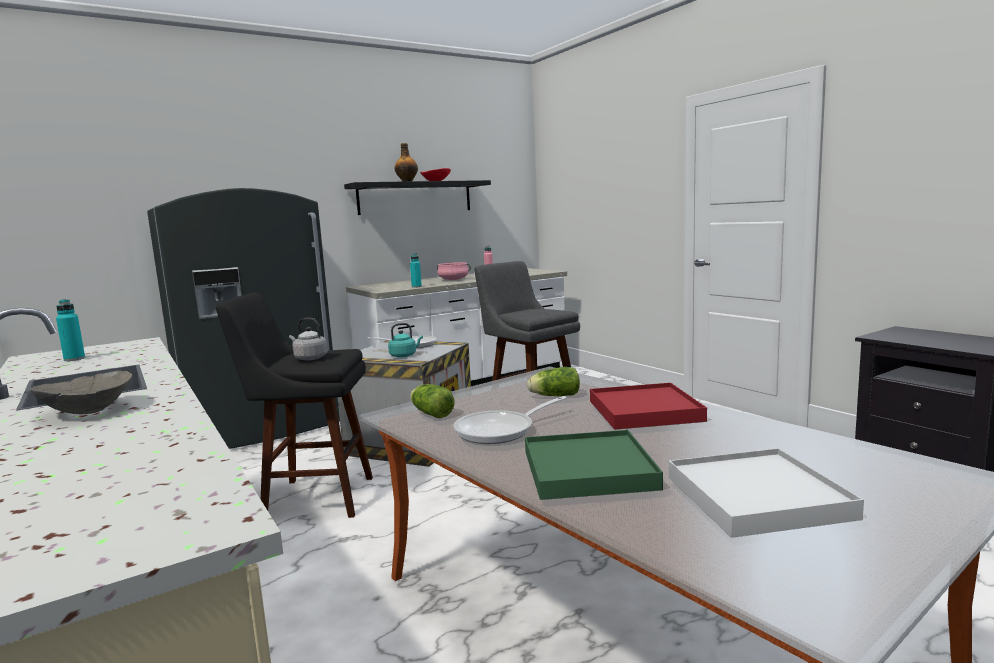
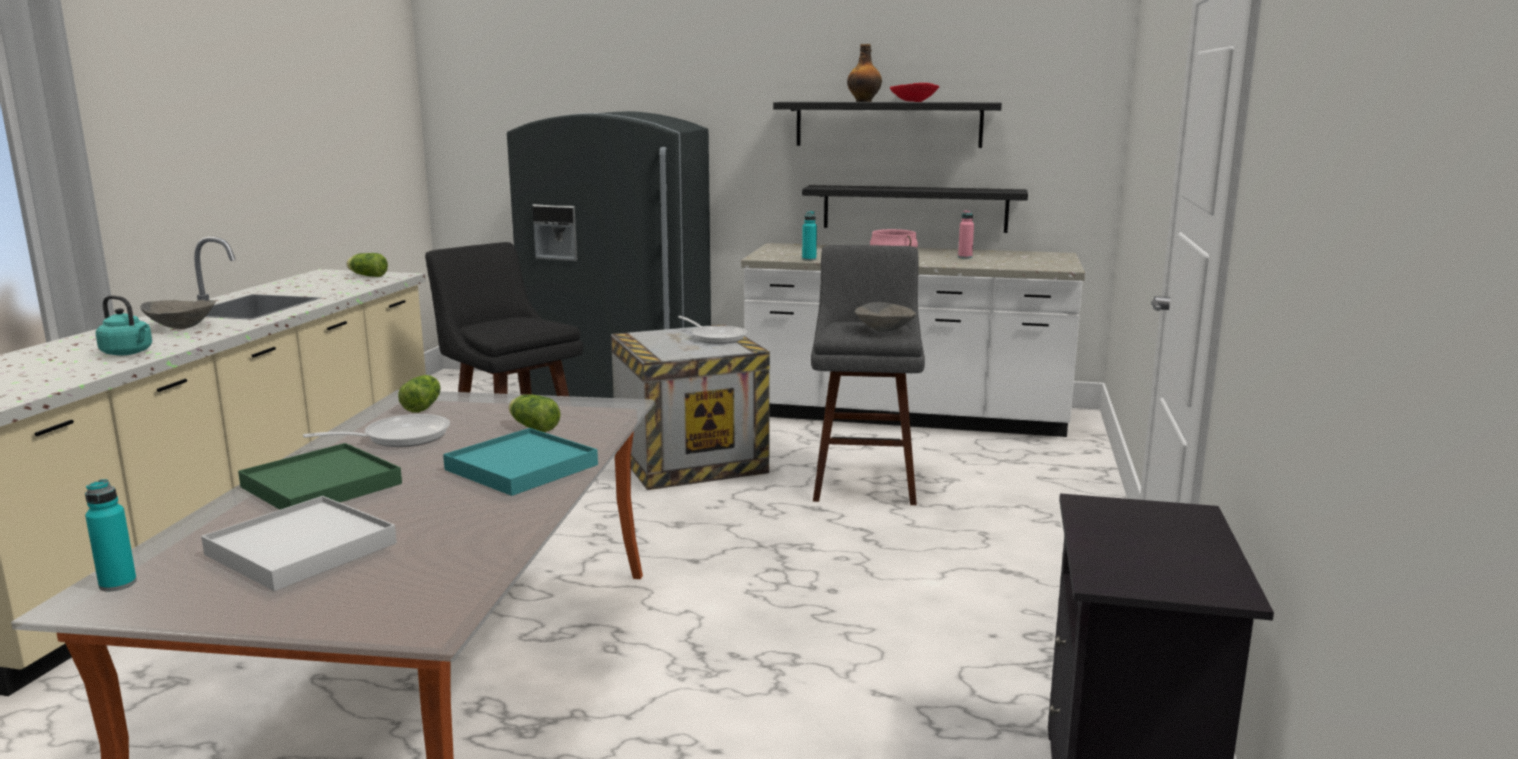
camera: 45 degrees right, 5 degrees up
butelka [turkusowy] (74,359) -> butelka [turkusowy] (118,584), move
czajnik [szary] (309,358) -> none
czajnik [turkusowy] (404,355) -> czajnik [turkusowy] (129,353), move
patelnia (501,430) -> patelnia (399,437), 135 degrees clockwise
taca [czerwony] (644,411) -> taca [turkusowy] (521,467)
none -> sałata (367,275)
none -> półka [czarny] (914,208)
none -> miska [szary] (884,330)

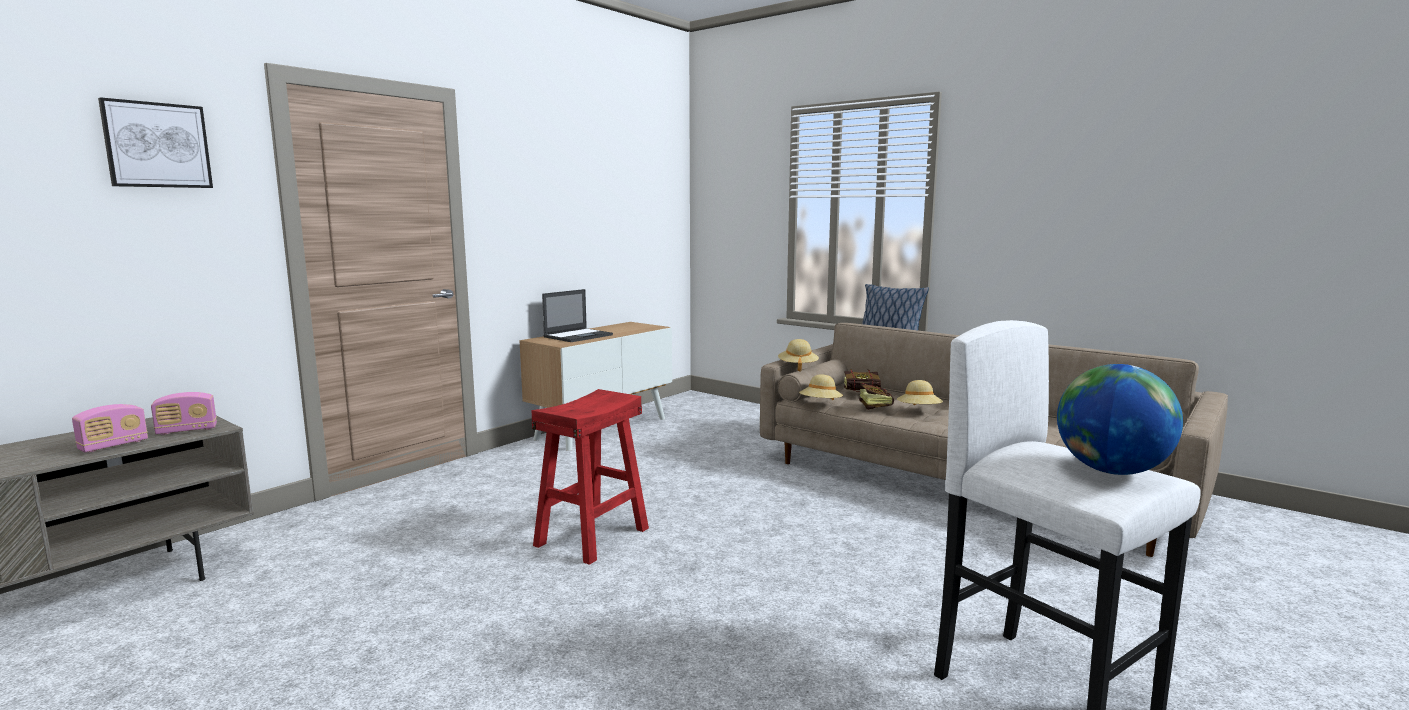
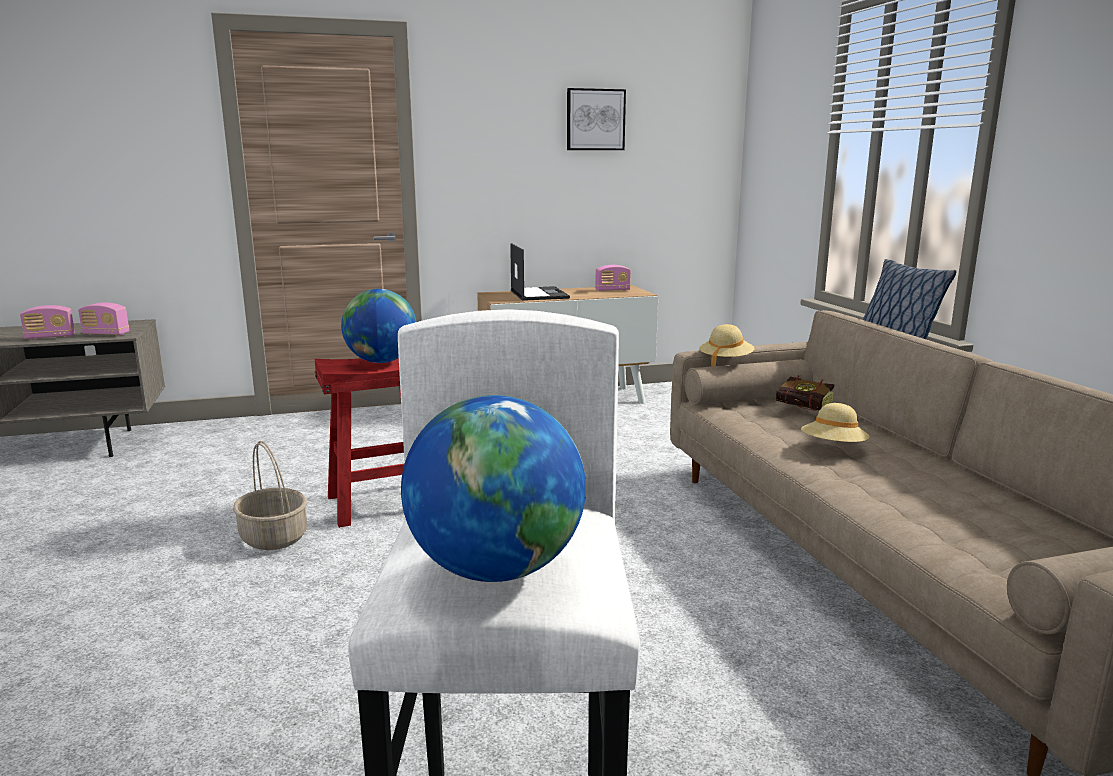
camera: 35 degrees right, 5 degrees up
obraz (157,145) -> obraz (595,120), move
laptop (579,336) -> laptop (538,294), 90 degrees counterclockwise
kapelusz [beżowy] (820,404) -> none
książka (874,407) -> none
none -> koszyk (275,538)
none -> globus (381,362)
none -> radio (612,290)

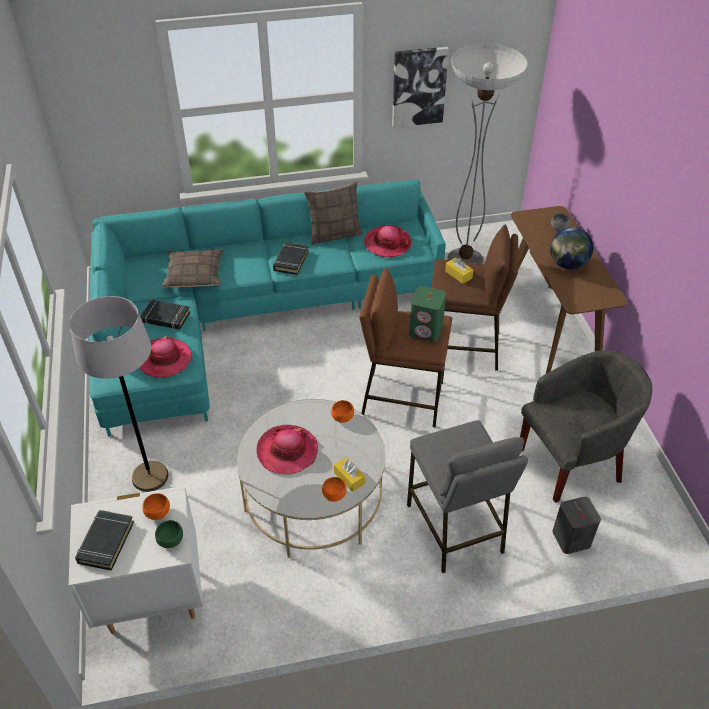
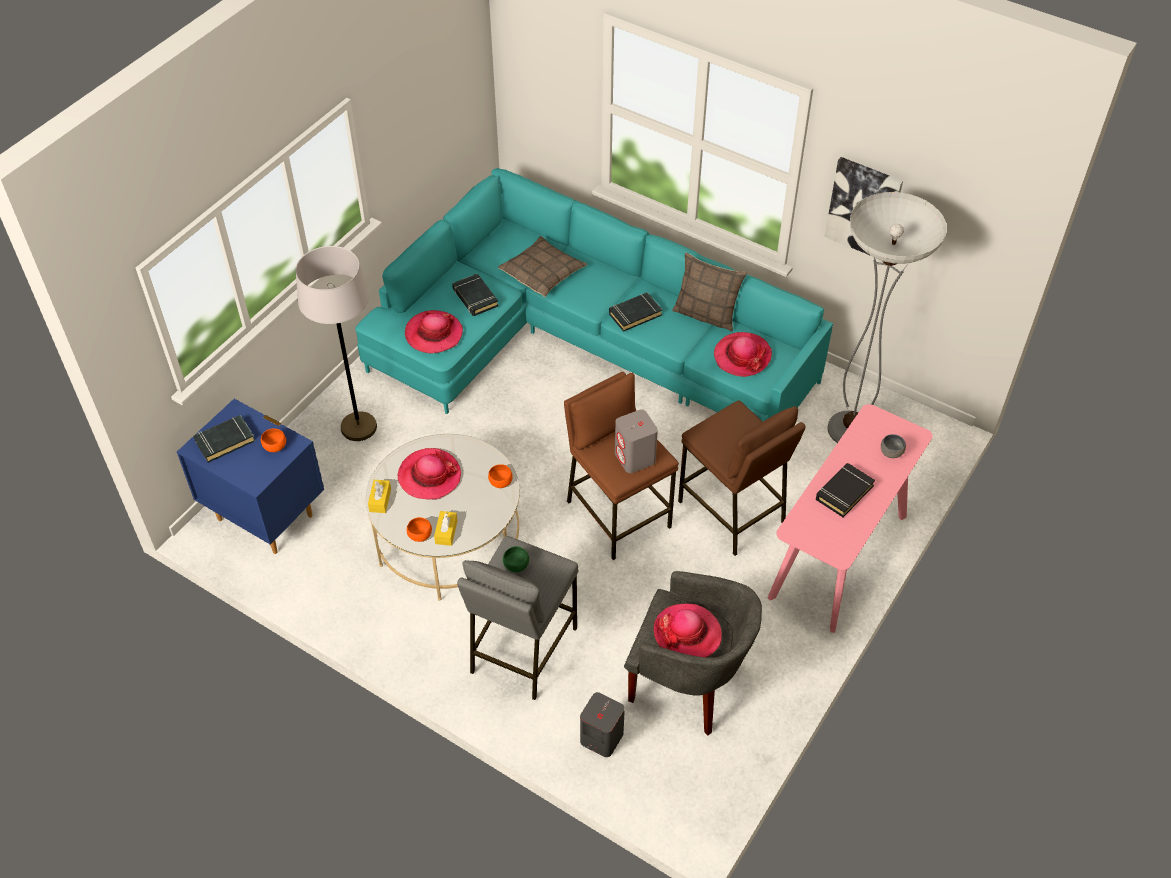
camera: 45 degrees right, 5 degrees up
szafka nocna [biały] (152,597) -> szafka nocna [niebieski] (266,516)
miska [zielony] (170,541) -> miska [zielony] (515,566), move
głośnik [zielony] (426,331) -> głośnik [szary] (635,458)
pudełko chusteczek [żółty] (458,274) -> pudełko chusteczek [żółty] (380,500), move
stolik konsolowy [brązowy] (549,329) -> stolik konsolowy [różowy] (839,557)
globus (567,265) -> książka [czarny] (844,492)
none -> kapelusz (687,633)

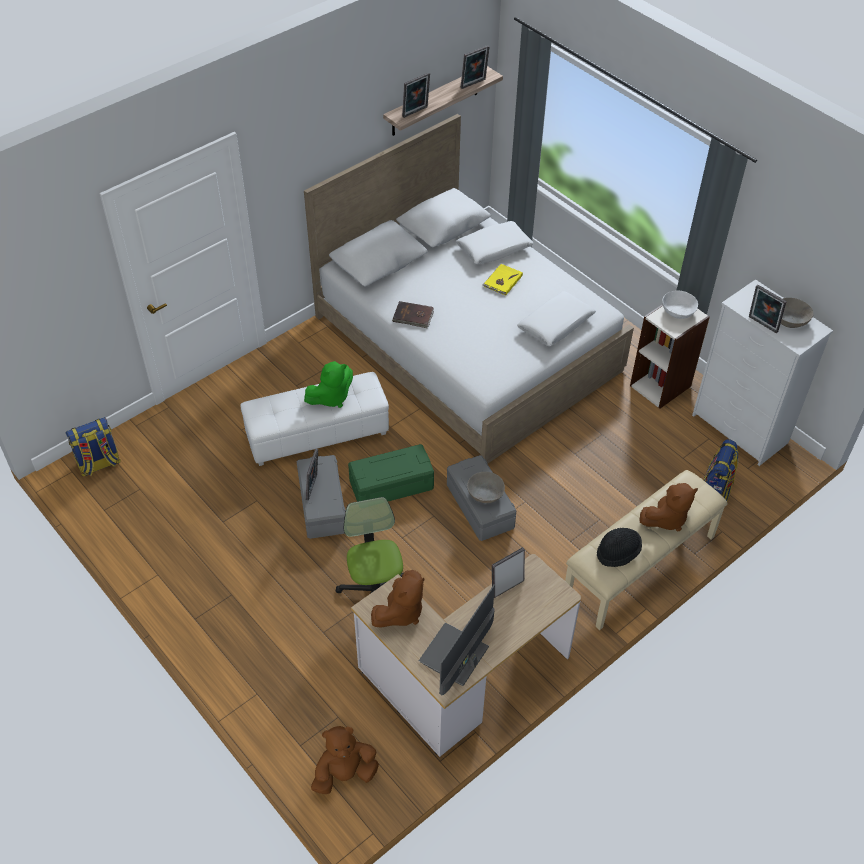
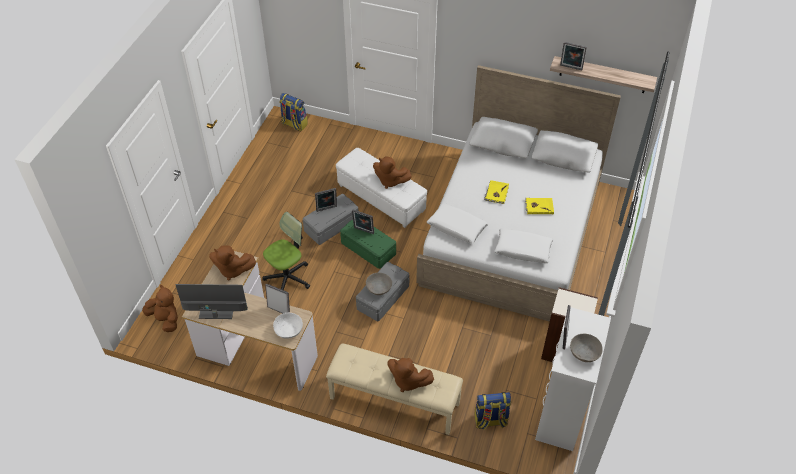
camera: 60 degrees right, 0 degrees up
pluszak [zielony] (331,397) -> pluszak [brązowy] (390,181)
książka [brązowy] (413,316) -> none
poduszka [biały] (494,249) -> poduszka [biały] (456,227), move
ramka na zdjęcie (474,84) -> ramka na zdjęcie (363,231), move
kapelusz [czarny] (618,552) -> none
miska [biały] (678,311) -> miska [biały] (289,330), move
none -> książka [żółty] (496,193)

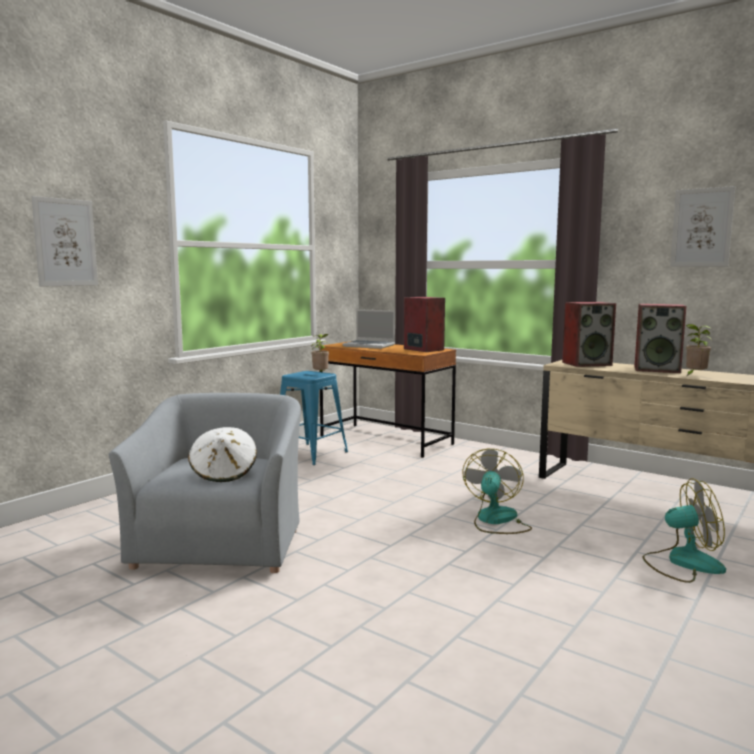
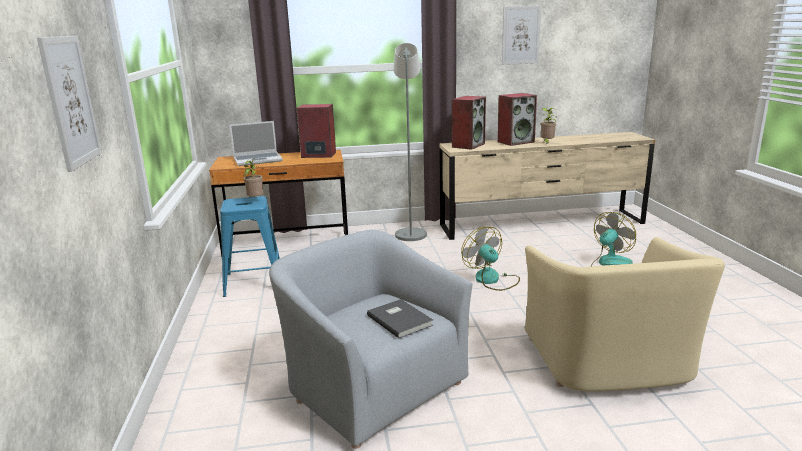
camera: 45 degrees left, 10 degrees up
kapelusz [biały] (224,474) -> książka [szary] (400,319)
none -> lampa stojąca [szary] (410,233)
none -> fotel [beżowy] (609,361)

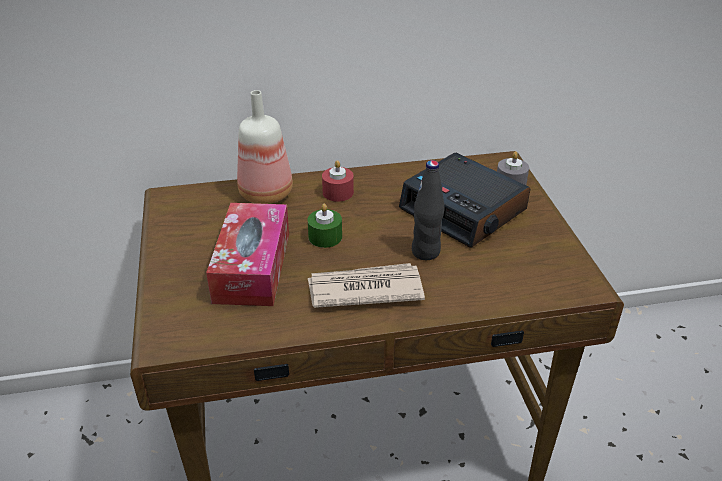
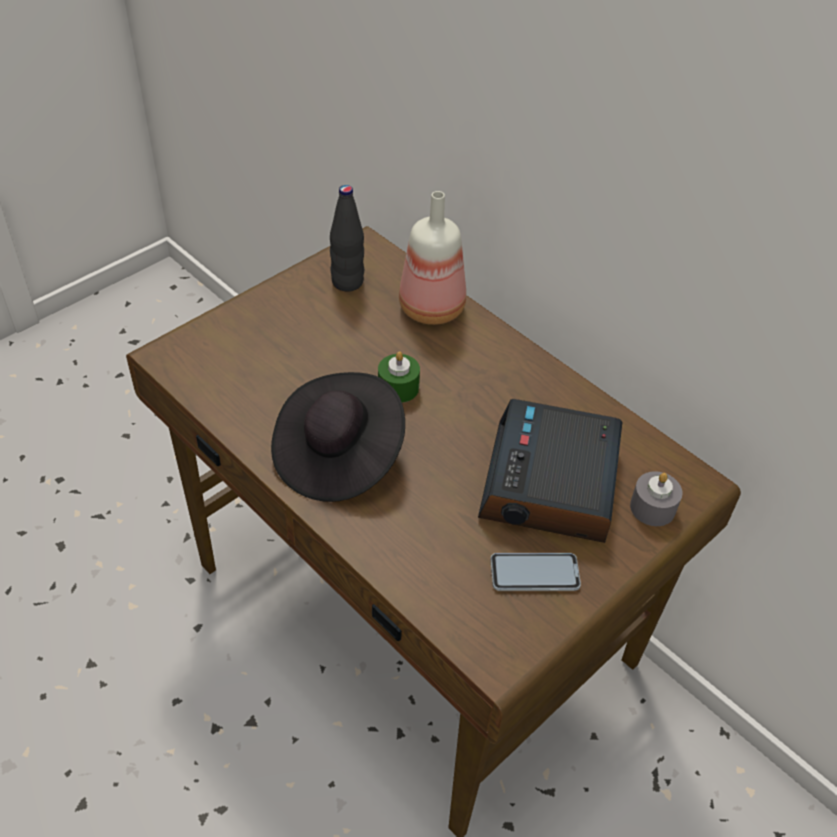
camera: 55 degrees right, 10 degrees up
pudełko chusteczek (252,267) -> none
gazeta (364,289) -> kapelusz [czarny] (338,456)
świeca [czerwony] (338,192) -> none
butelka [czarny] (426,252) -> butelka [czarny] (347,282), move
none -> telefon (534,573)

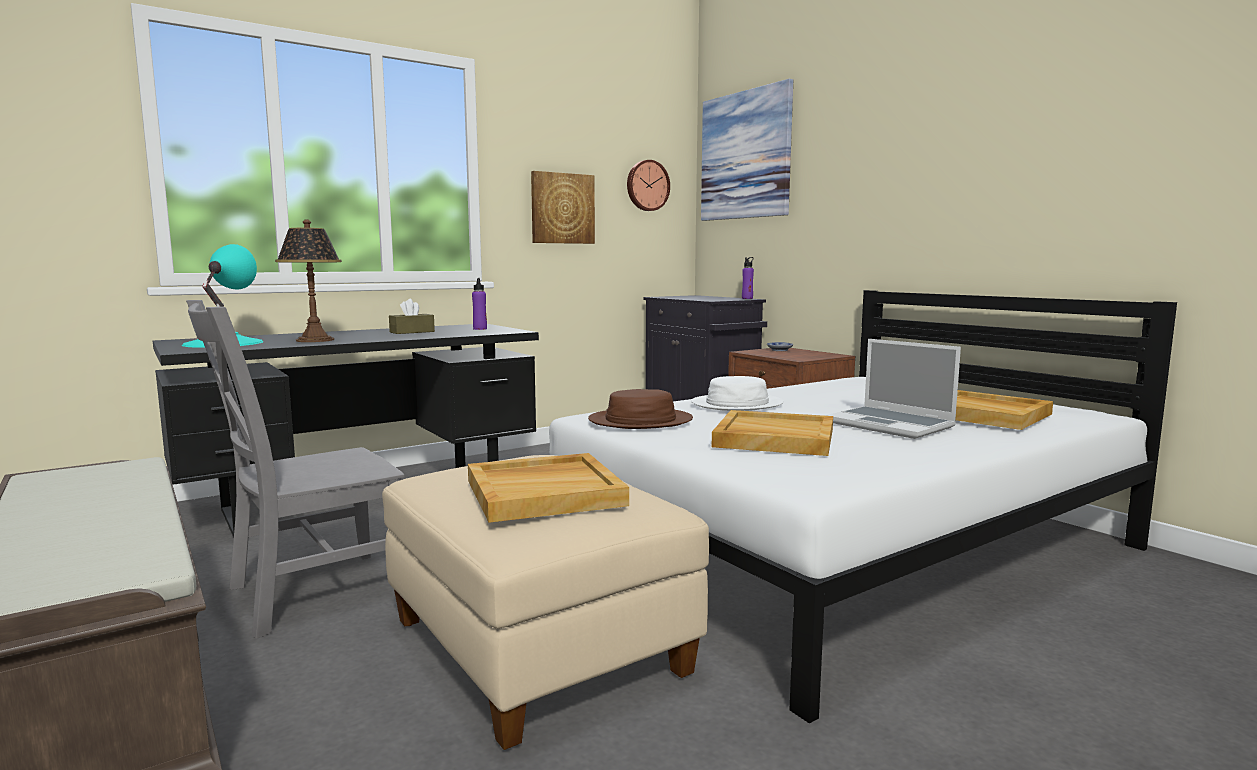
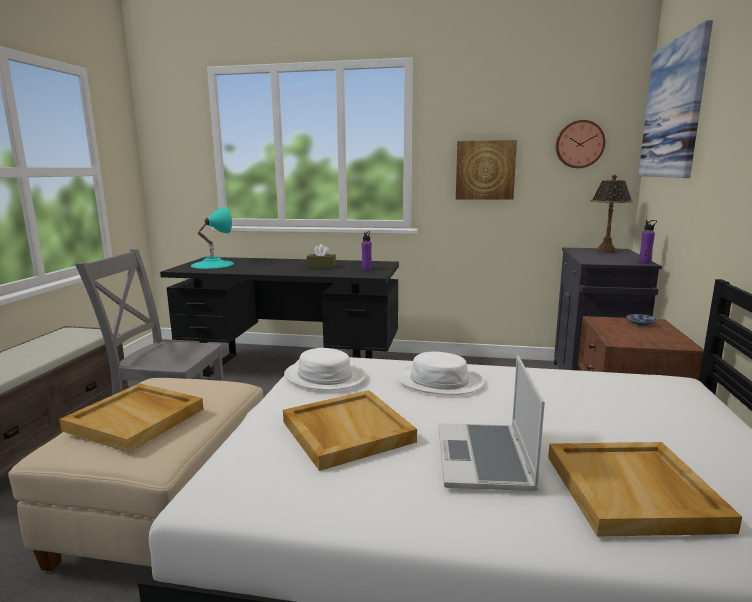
camera: 45 degrees right, 5 degrees up
lampa stołowa (315,340) -> lampa stołowa (606,251), move
kapelusz [brązowy] (640,421) -> kapelusz [biały] (324,376)

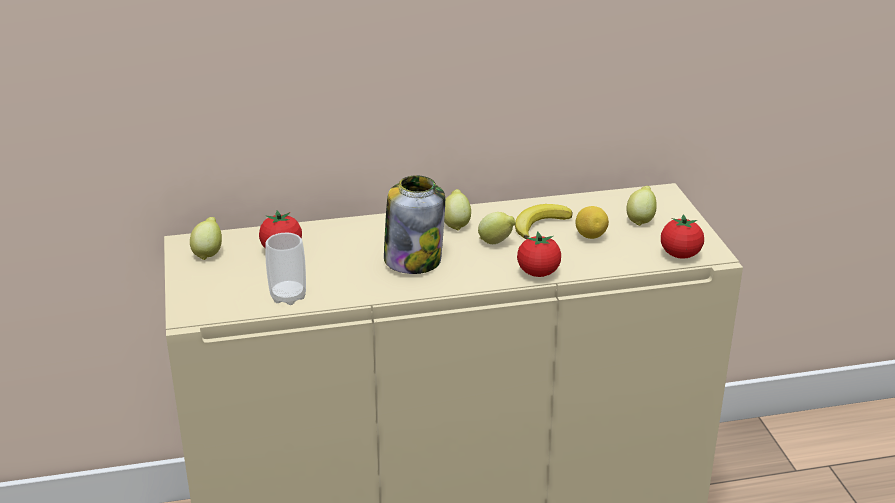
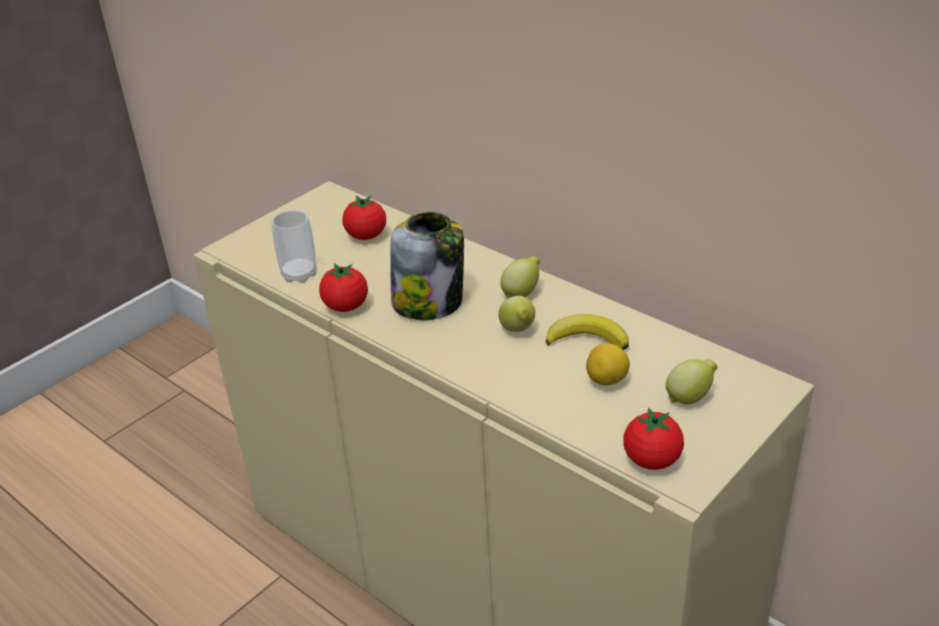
camera: 55 degrees right, 5 degrees up
cytryna (208,253) -> none
pomidor (538,273) -> pomidor (346,306), move

